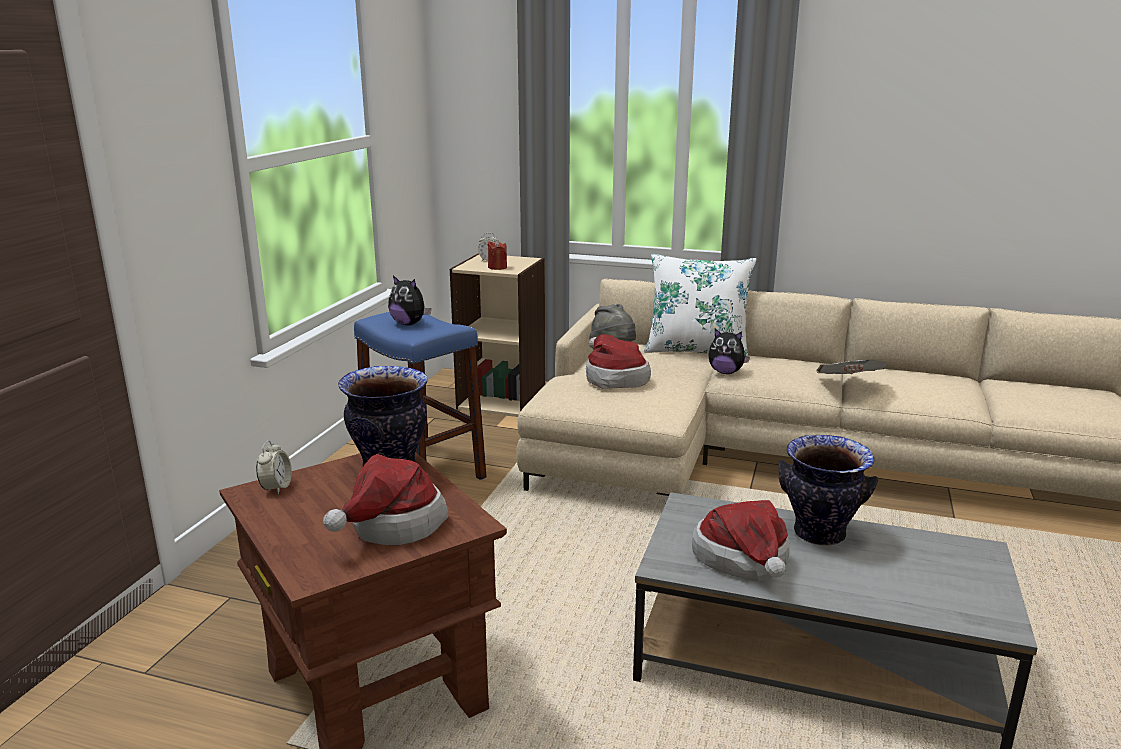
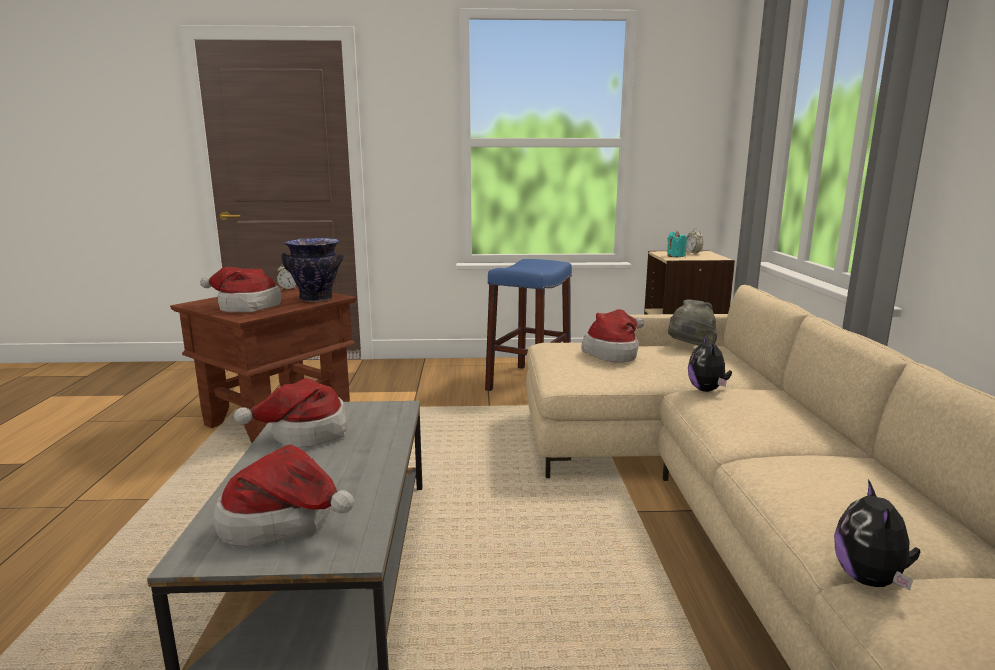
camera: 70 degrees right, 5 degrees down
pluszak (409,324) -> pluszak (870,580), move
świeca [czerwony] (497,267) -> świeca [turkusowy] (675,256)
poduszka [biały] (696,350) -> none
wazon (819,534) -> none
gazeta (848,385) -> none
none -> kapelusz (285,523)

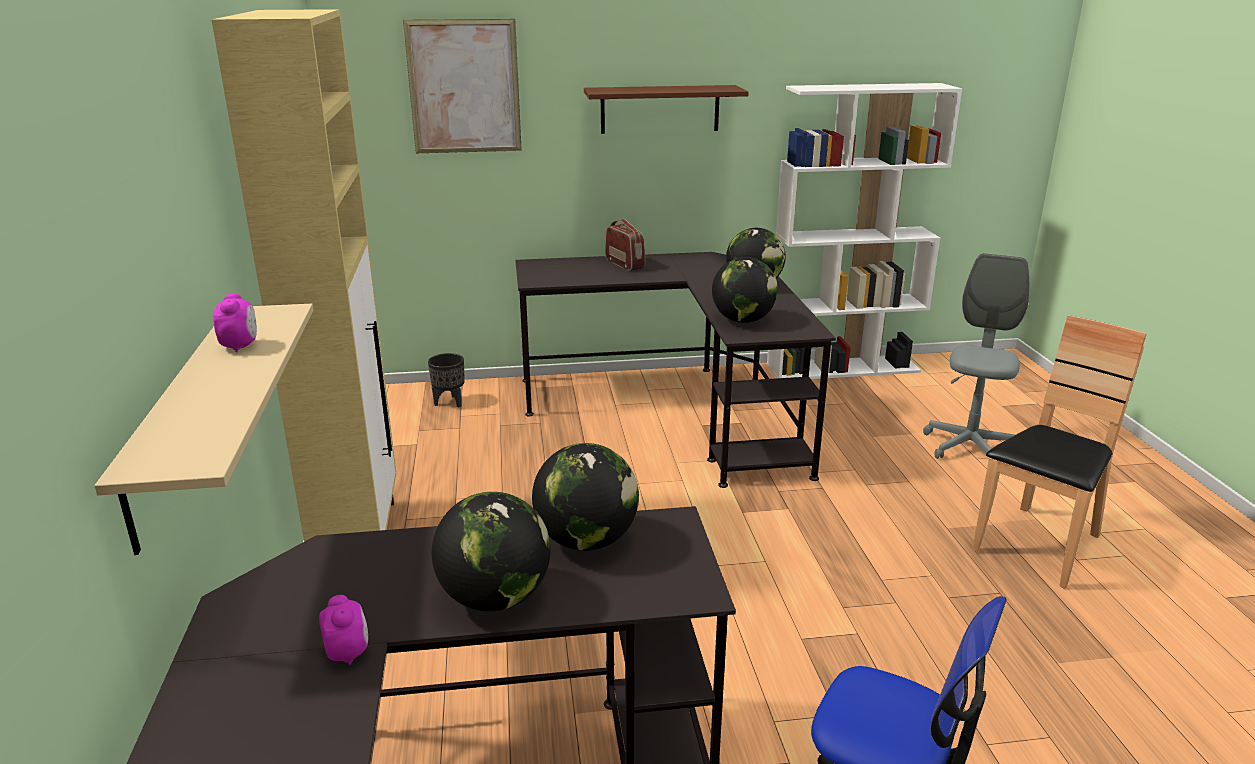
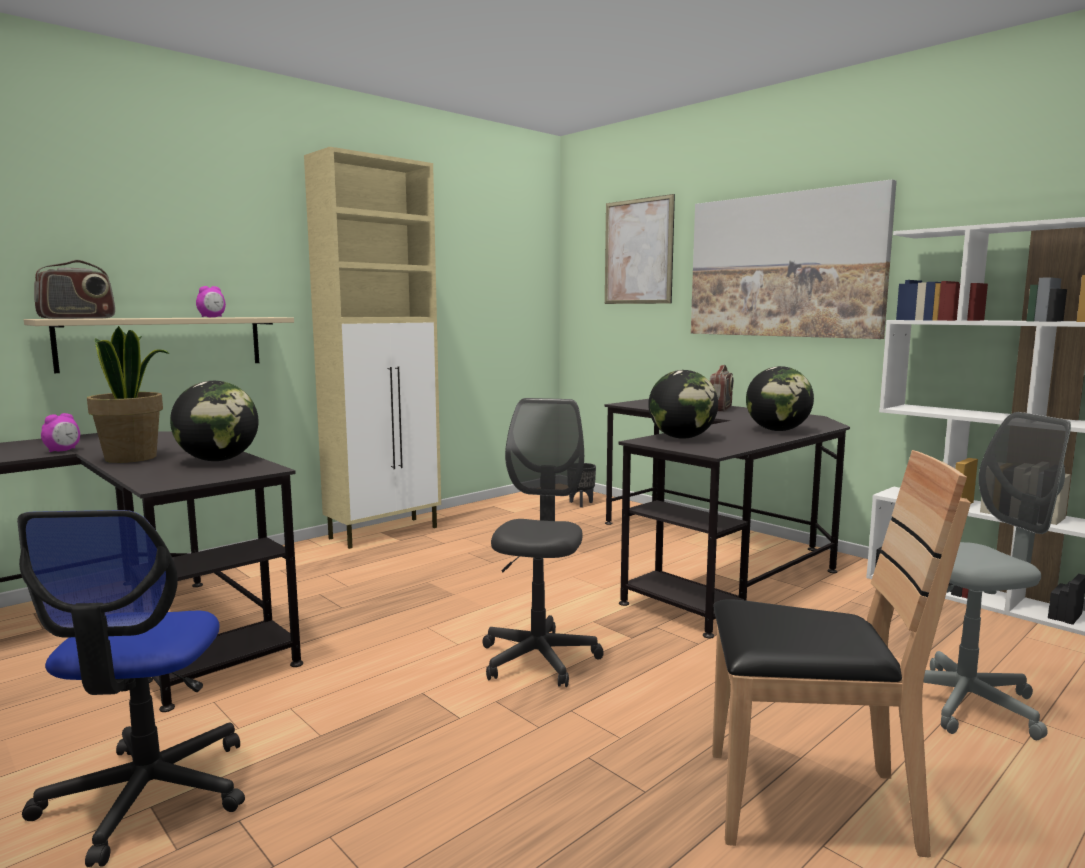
camera: 55 degrees right, 15 degrees down
globus (495,598) -> roślina doniczkowa (132,458)
półka [brązowy] (660,109) -> obraz (784,265)
none -> radio (77,318)
none -> krzesło biurowe [szary] (538,659)

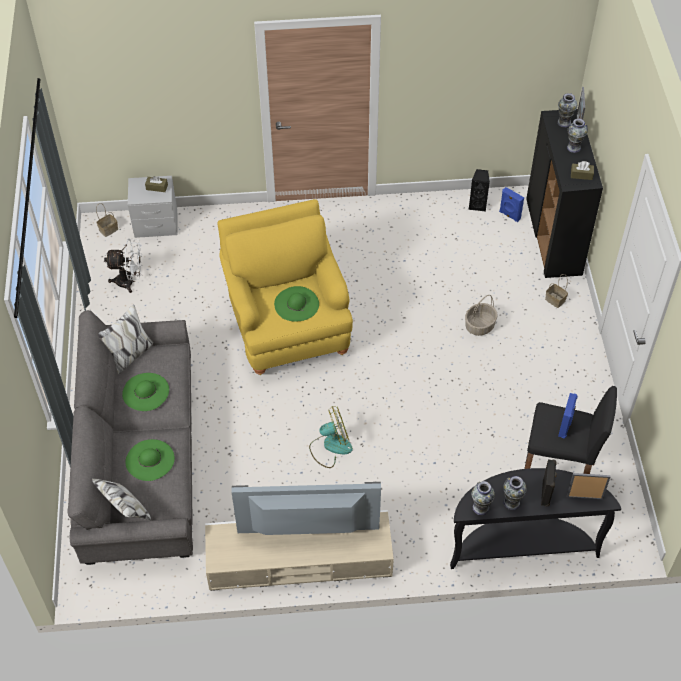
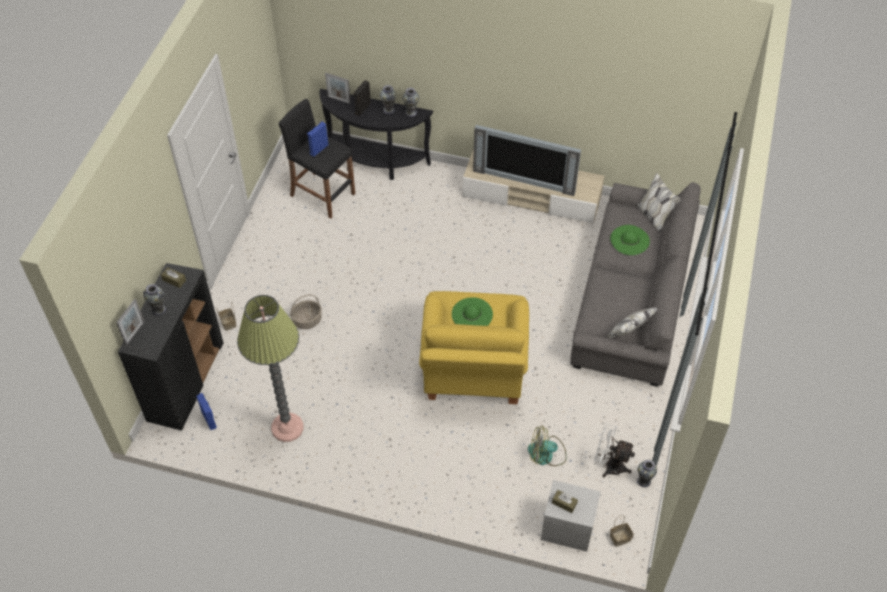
camera: 160 degrees left, 0 degrees up
kapelusz [zielony] (145,392) -> none
wentylator (330,446) -> wentylator (546,454), move
głośnik [czarny] (478,205) -> none
wazon (563,122) -> wazon (644,481), move
none -> lampa stojąca (287,427)

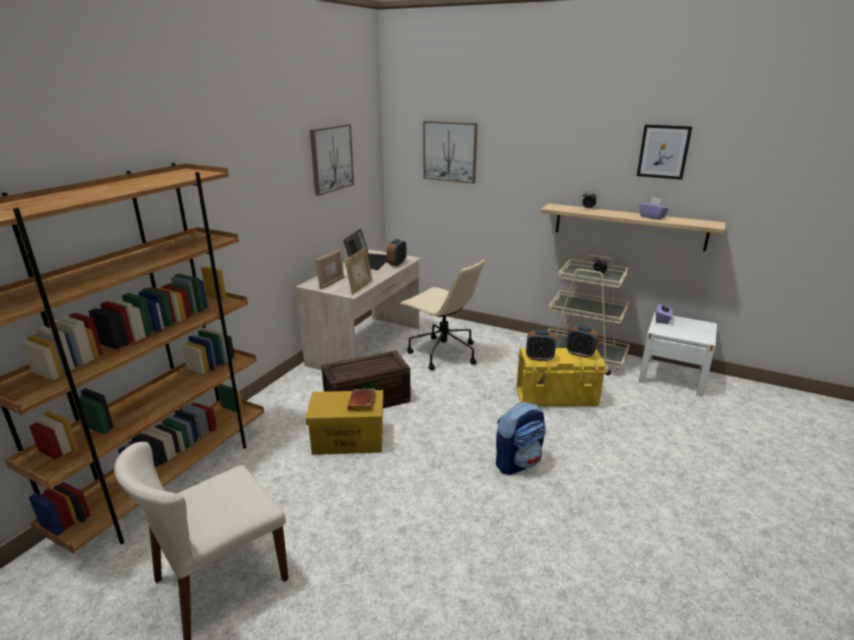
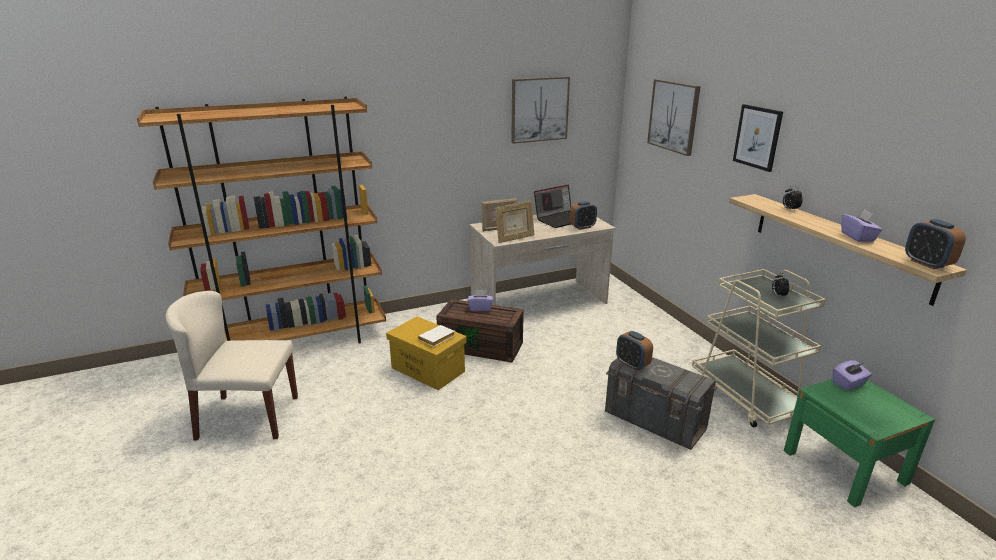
camera: 40 degrees right, 0 degrees up
książka [brązowy] (363,403) -> książka [biały] (437,339)
krzesło biurowe [beżowy] (442,353) -> none
plecak (518,462) -> none
pojemnik do przechowywania [żółty] (556,398) -> pojemnik do przechowywania [szary] (655,421)
budzik (580,354) -> budzik (927,263), move
obraz (663,151) -> obraz (757,137), move
szafka nocna [biały] (672,376) -> szafka nocna [zielony] (844,467)
none -> pudełko chusteczek [fioletowy] (480,308)

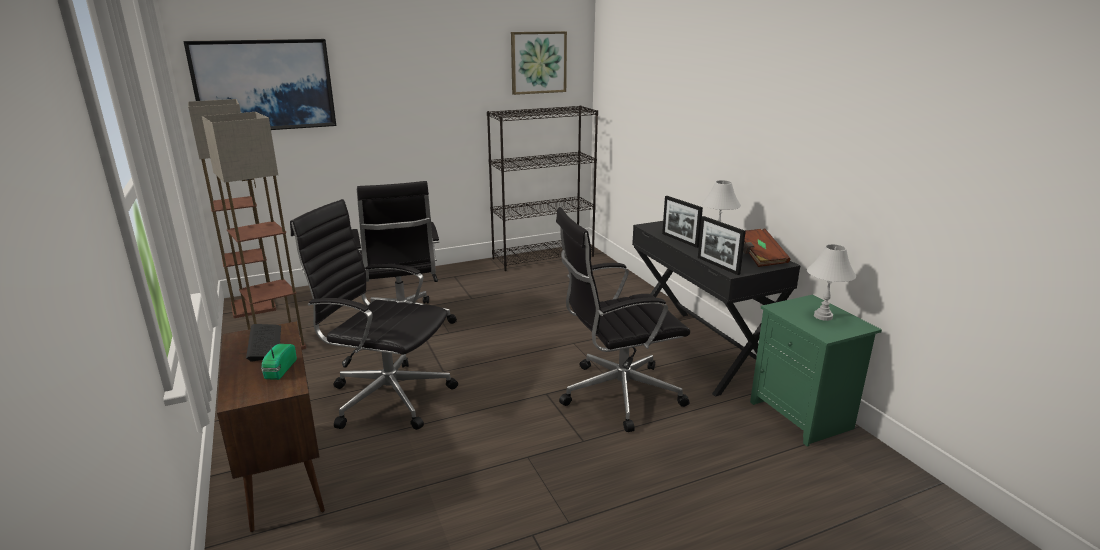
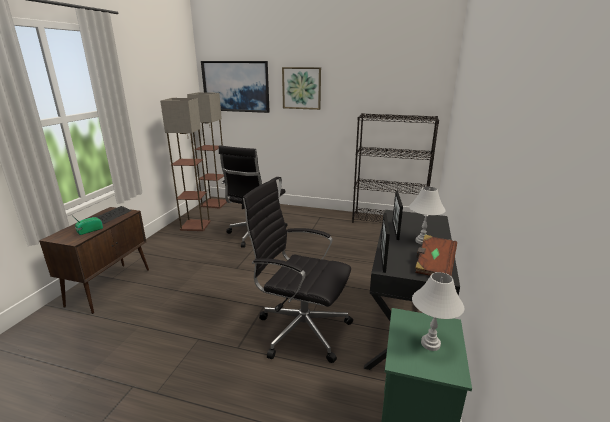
camera: 40 degrees right, 0 degrees up
krzesło biurowe [czarny] (387,396) -> none
obraz (538,62) -> obraz (301,88), move

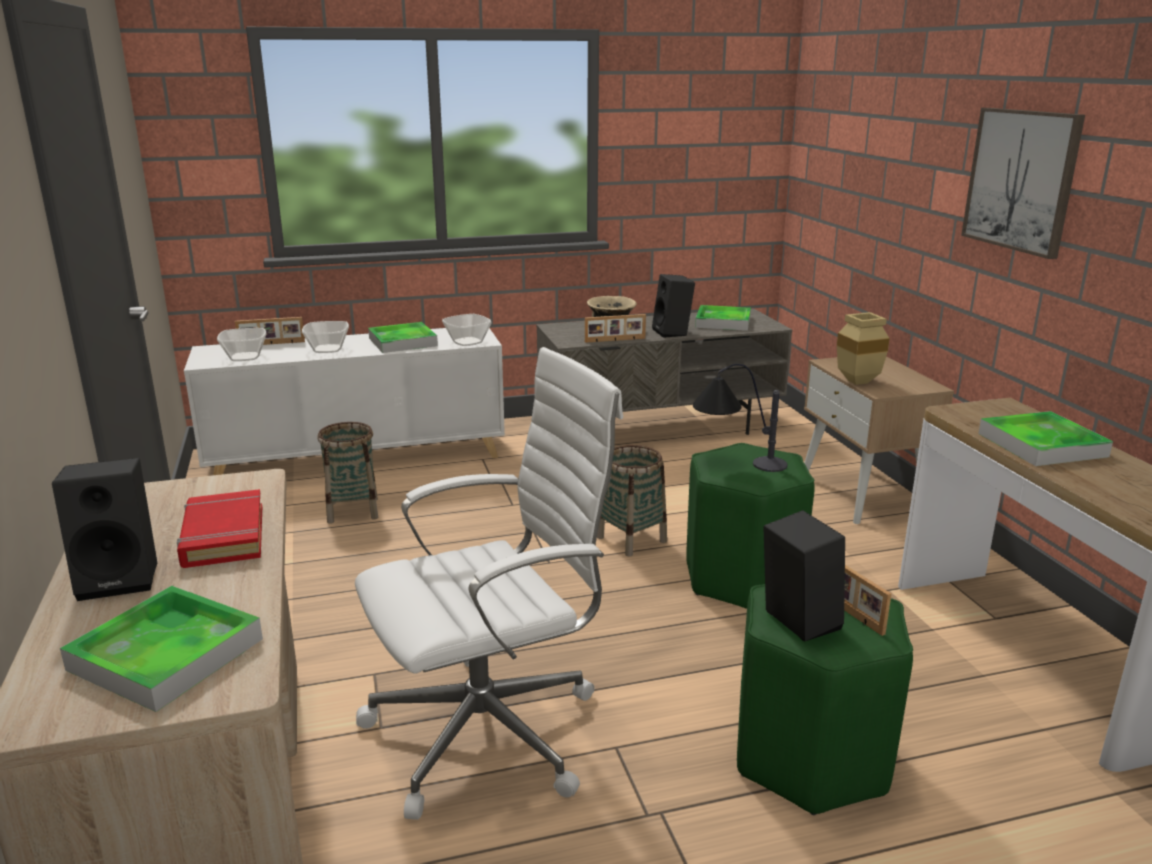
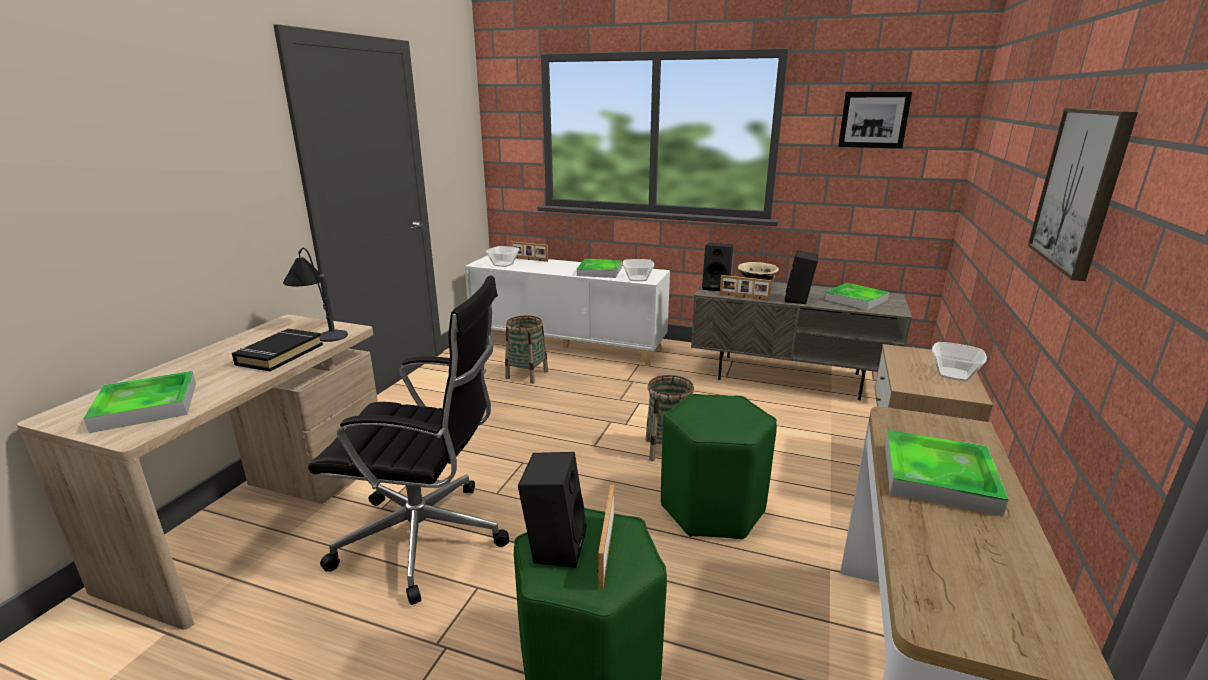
camera: 35 degrees right, 0 degrees up
głośnik [czarny] (121,578) -> głośnik [czarny] (717,287), move
książka [czerwony] (223,536) -> książka [czarny] (279,355)
miska (328,349) -> miska (954,374), move
krzesło biurowe [biały] (491,731) -> krzesło biurowe [czarny] (427,539)
lampa stołowa (734,463) -> lampa stołowa (320,329), move
wazon [beżowy] (856,382) -> none
none -> obraz (873,120)

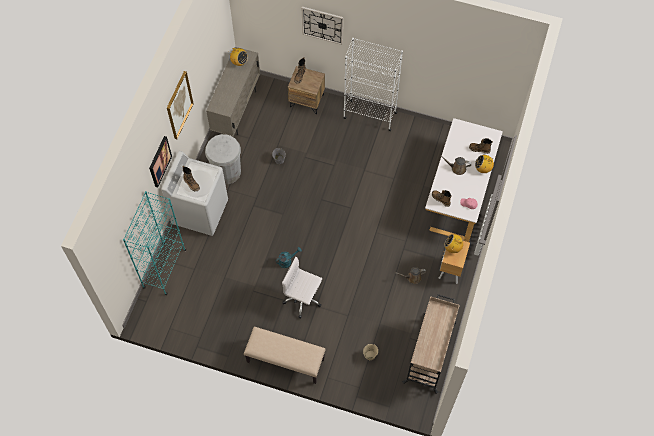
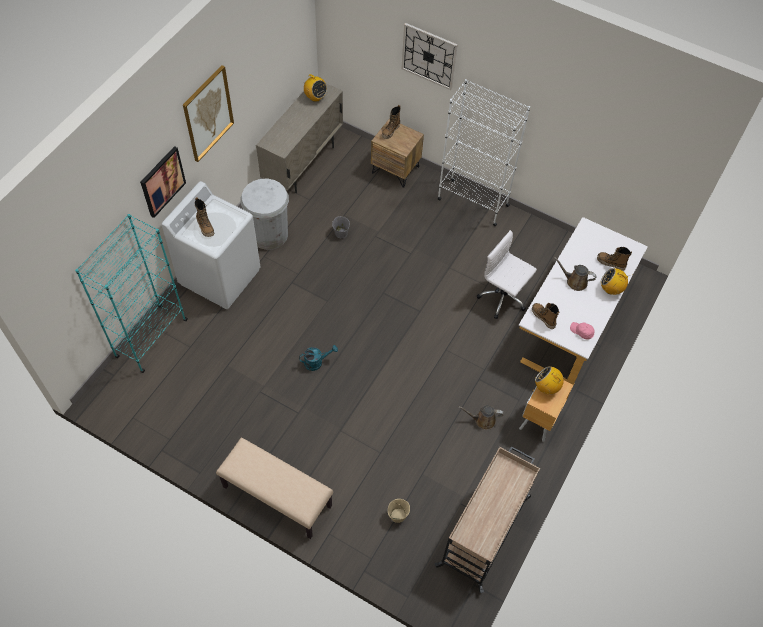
camera: 10 degrees right, 5 degrees down
krzesło biurowe [biały] (303,299) -> krzesło biurowe [biały] (503,298), move

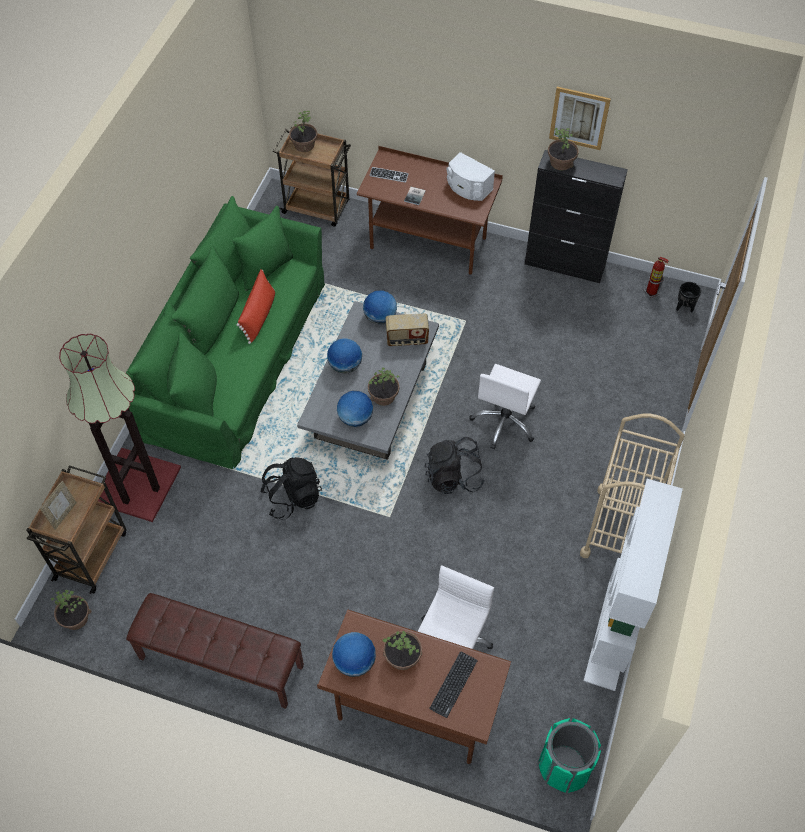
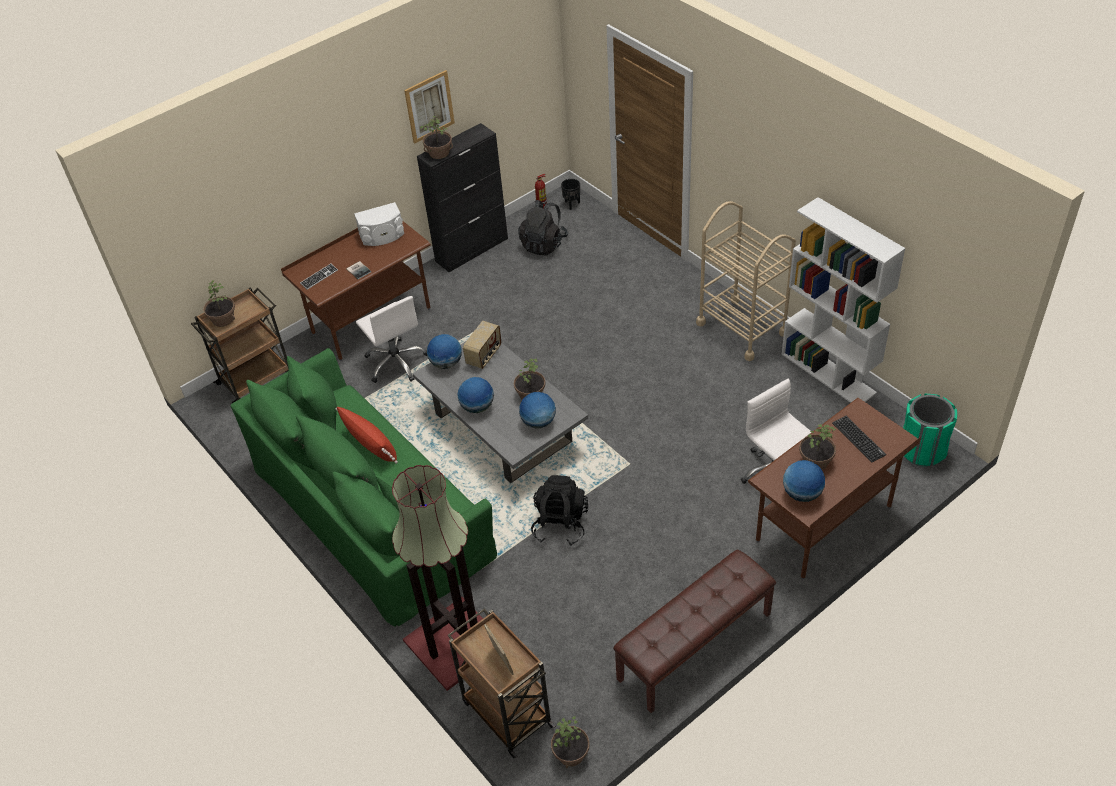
camera: 55 degrees left, 10 degrees down
plecak [czarny] (453,477) -> plecak [czarny] (544,244), move
krzesło biurowe [biały] (505,422) -> krzesło biurowe [biały] (396,362), move

